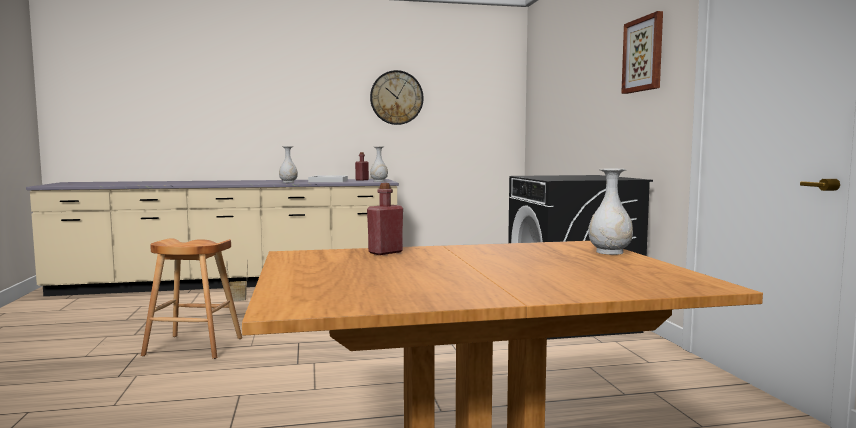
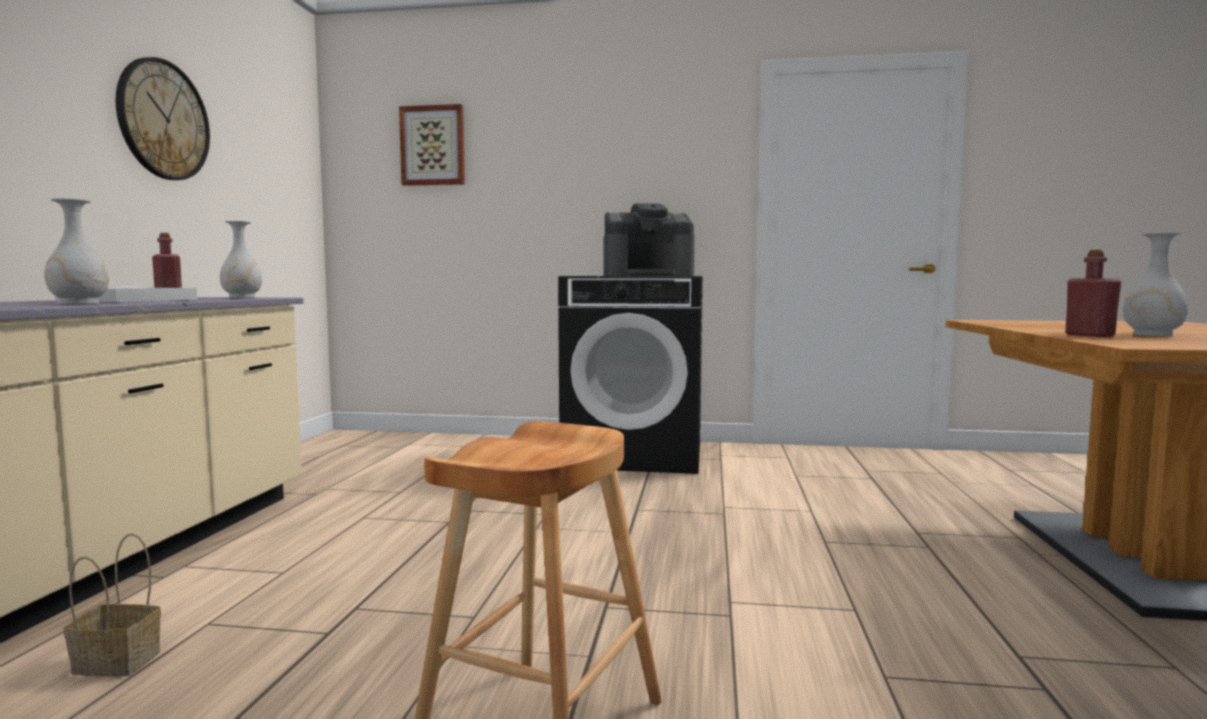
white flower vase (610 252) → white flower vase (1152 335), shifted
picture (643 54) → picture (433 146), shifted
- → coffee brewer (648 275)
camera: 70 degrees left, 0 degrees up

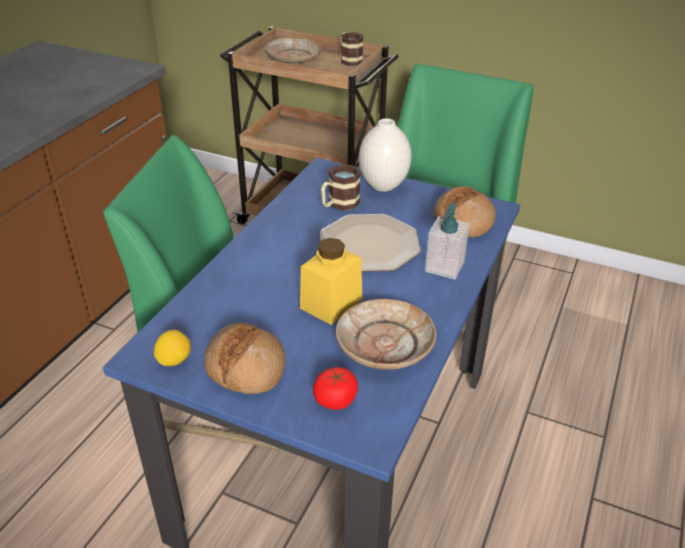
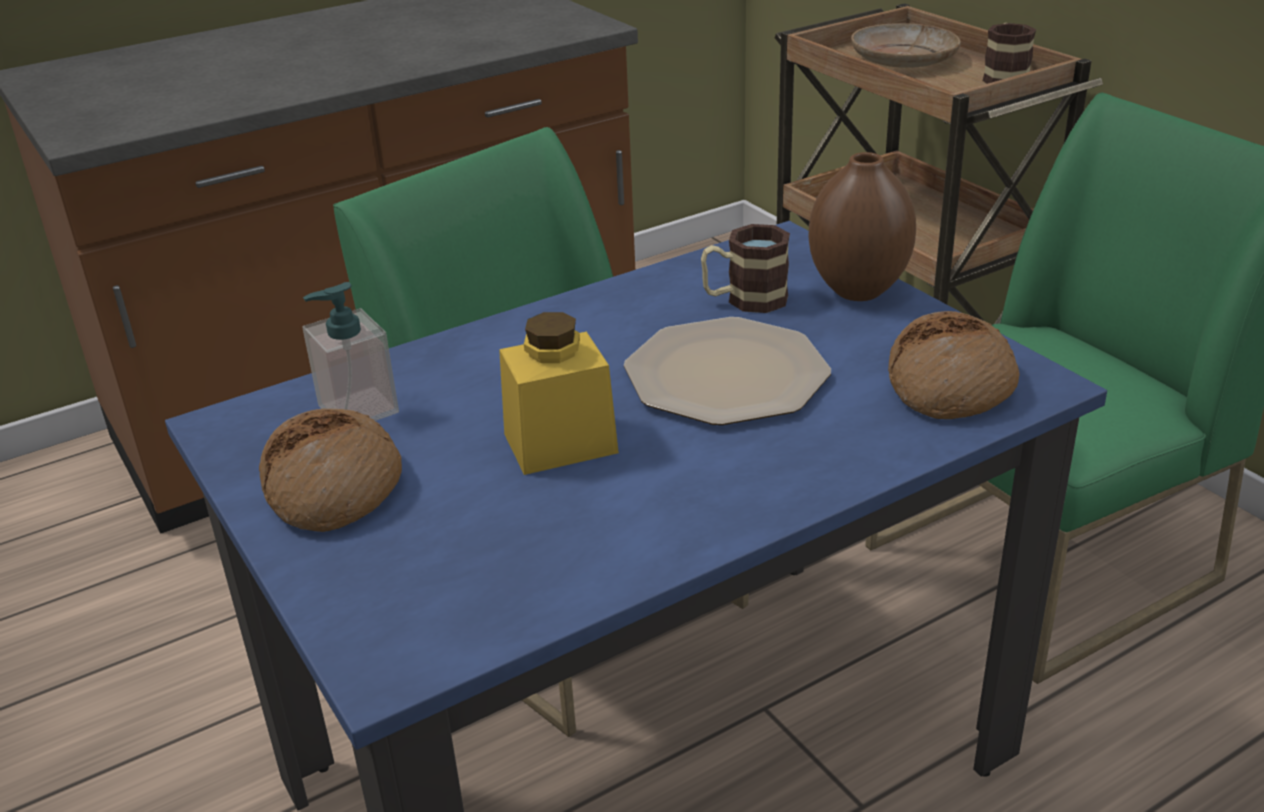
citrus fruit (174 360) → -
whole tomato (335 399) → -
beige-coloured flat dish (384 345) → -
white flower vase (382 186) → brown-coloured flower vase (856 291)
soap dispenser (444 267) → soap dispenser (358 409), shifted
camera: 35 degrees right, 5 degrees down

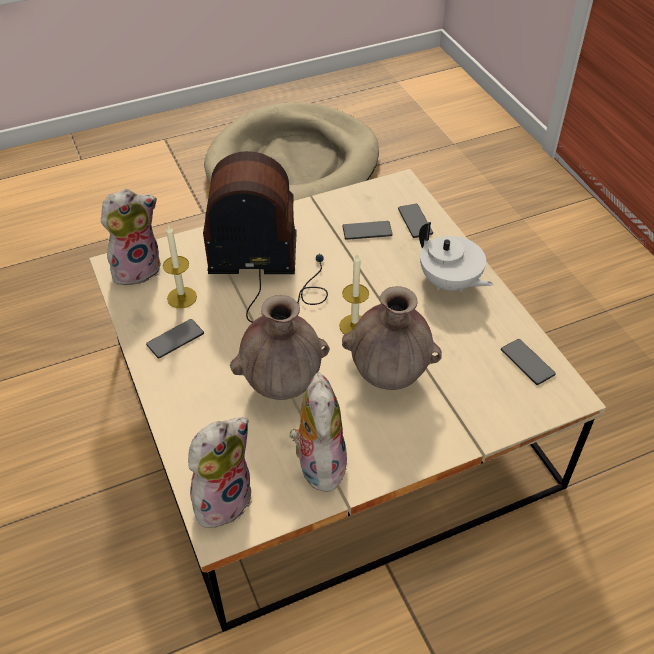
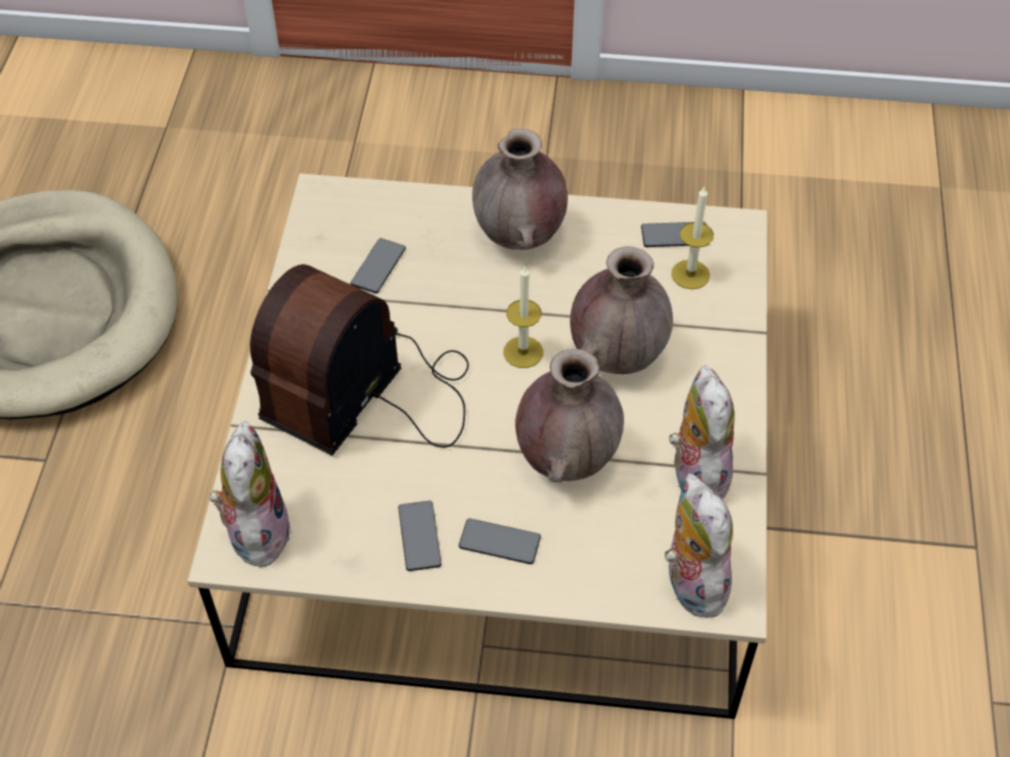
wax candle (182 297) → wax candle (690 274), shifted
cuddly toy (318 463) → cuddly toy (695 474), 60 degrees clockwise
phone (415 221) → phone (499 542), shifted
white teapot (449 283) → brown-coloured flower vase (520 237)
camera: 60 degrees left, 5 degrees up

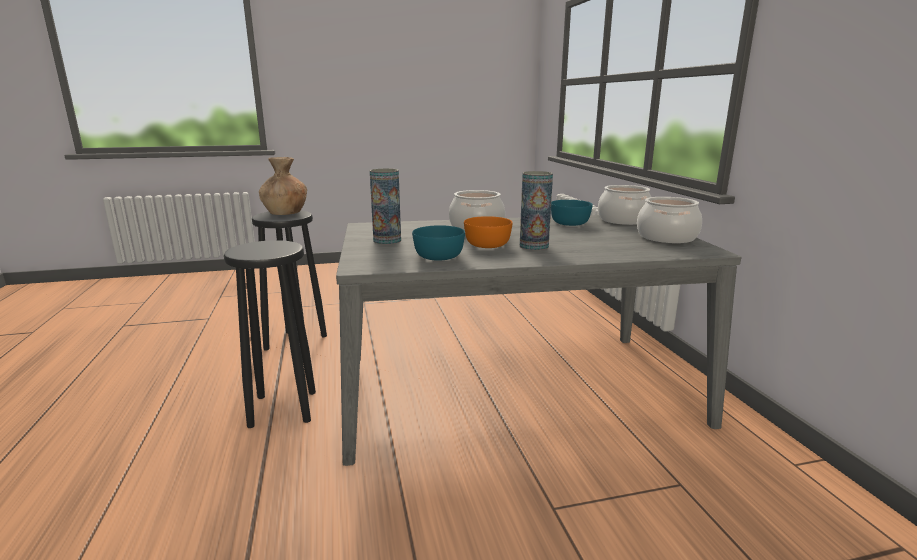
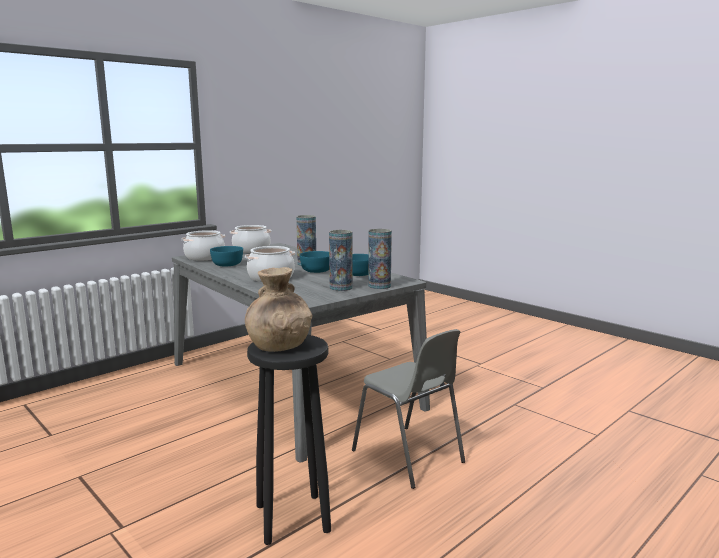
black stool (283 408) → gray plain chair (408 457)
orangey deep dish (487 244) → blue-green deep dish (316 270)
- → flower vase (379 286)
camera: 120 degrees left, 5 degrees down

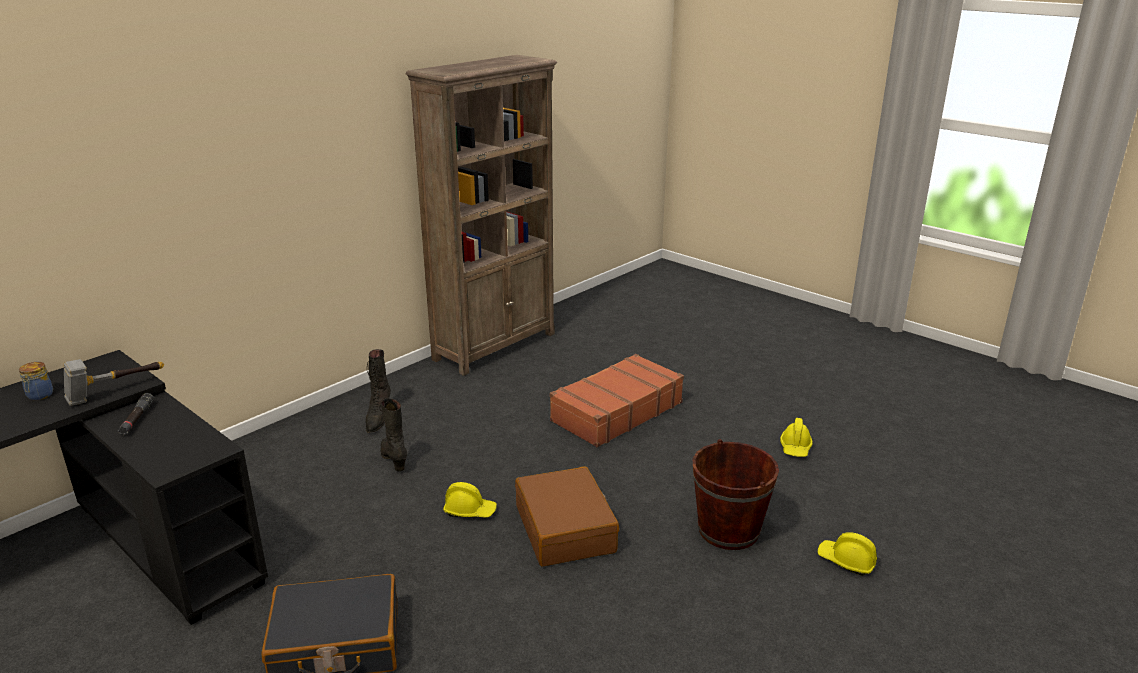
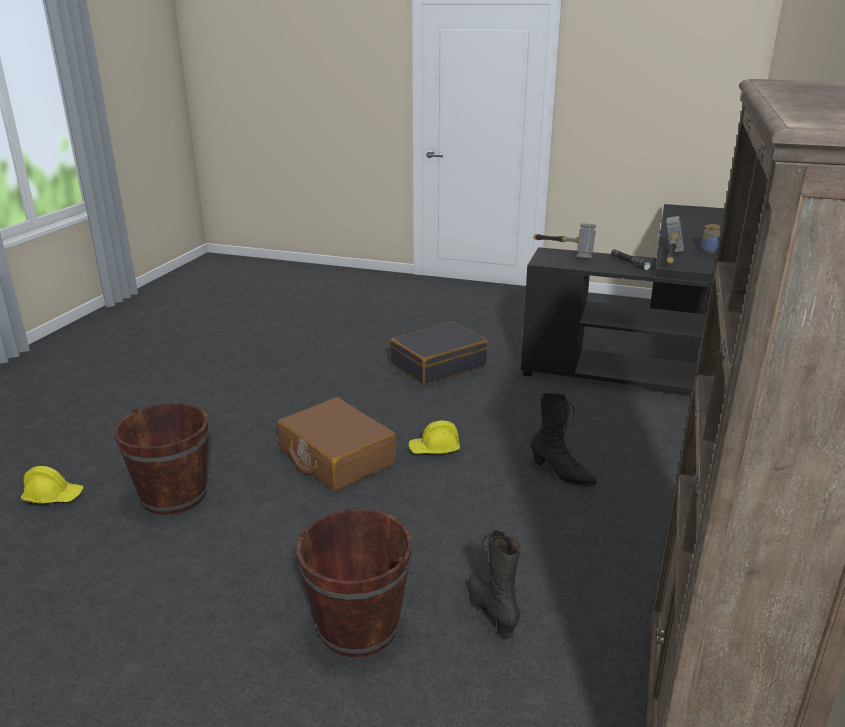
black boot (378 418) → black boot (491 612), shifted
brown-coloured piece of luggage (616 412) → brown-coloured bucket (358 626)
yellow work helmet (795 447) → -
- → hand hammer (563 253)
camera: 155 degrees right, 0 degrees up

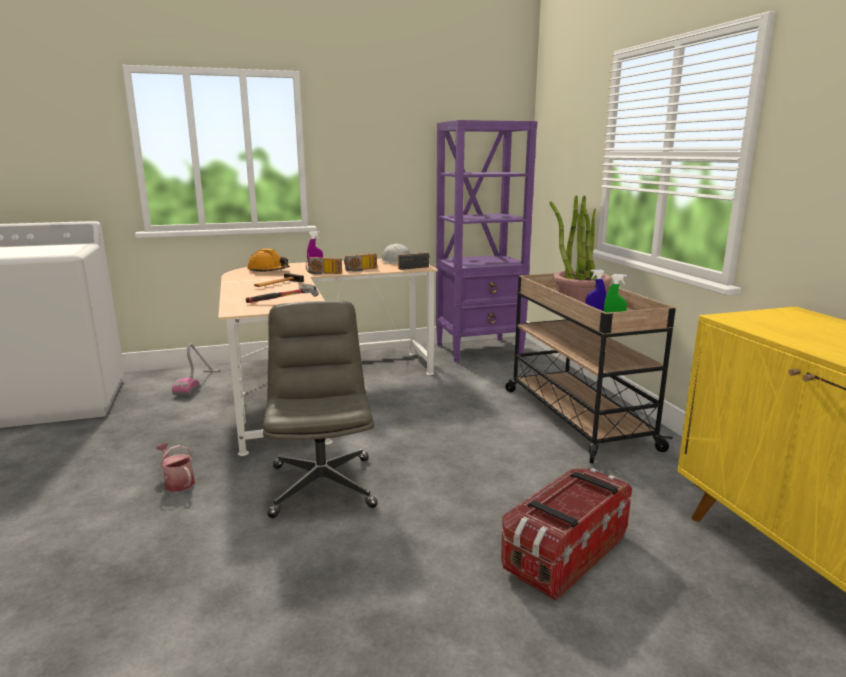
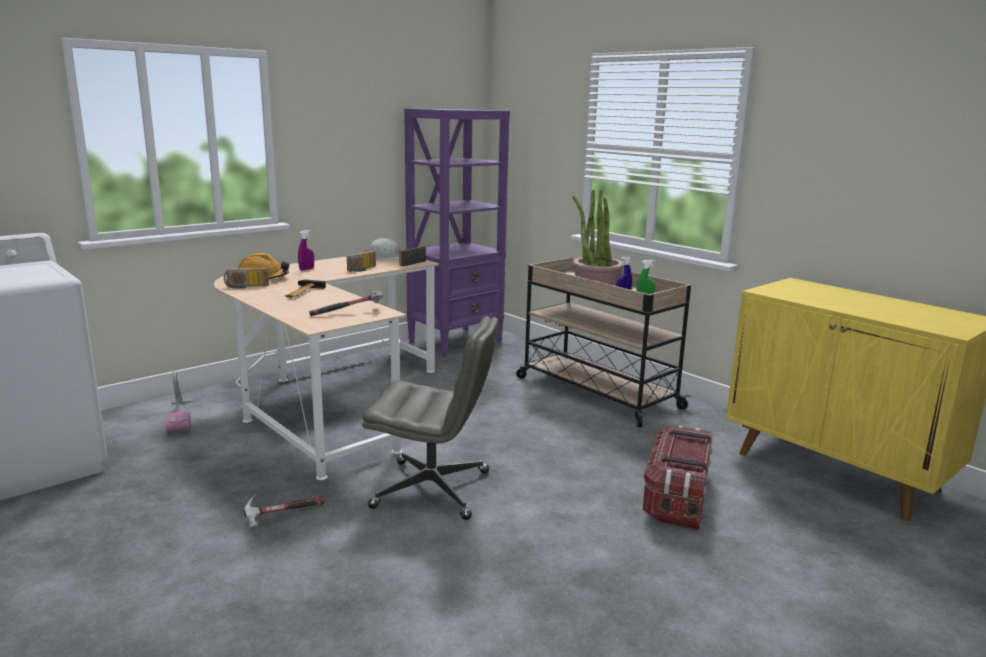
watering pot (177 482) → hand hammer (282 517)
gray office chair (322 485) → gray office chair (433 489), 135 degrees clockwise
radio (323 273) → radio (246 286), shifted
camera: 25 degrees left, 0 degrees up

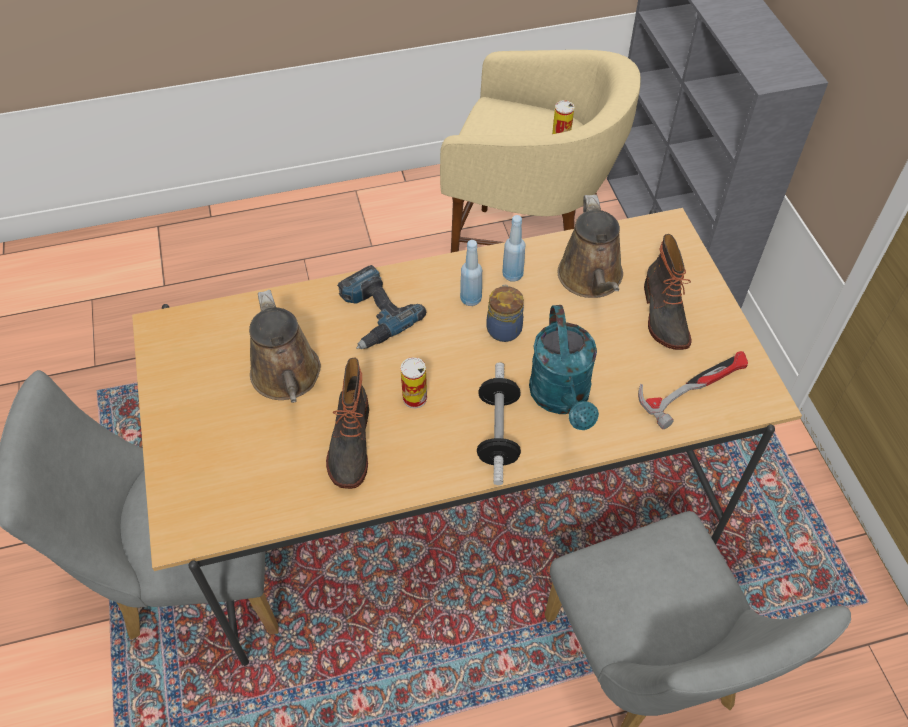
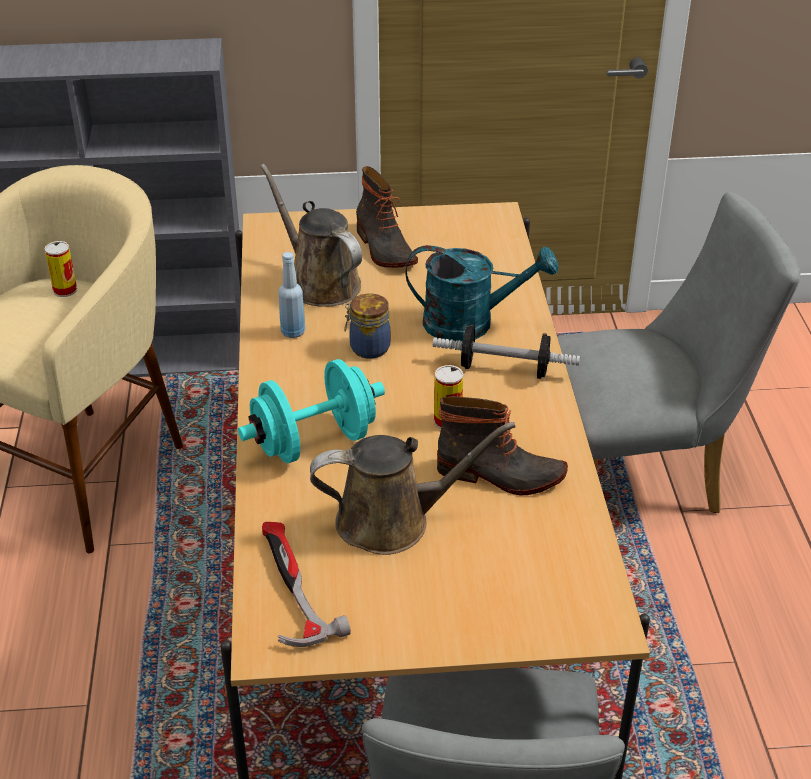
electric drill (373 314) → blue-green dumbbell (314 442)
blue bottle (471 299) → -
brown-coloured watering pot (591 279) → brown-coloured watering pot (320 282), 135 degrees counterclockwise
hand hammer (693 385) → hand hammer (291 587), shifted
boot (663 315) → boot (383 249), 60 degrees clockwise
camera: 80 degrees left, 15 degrees down

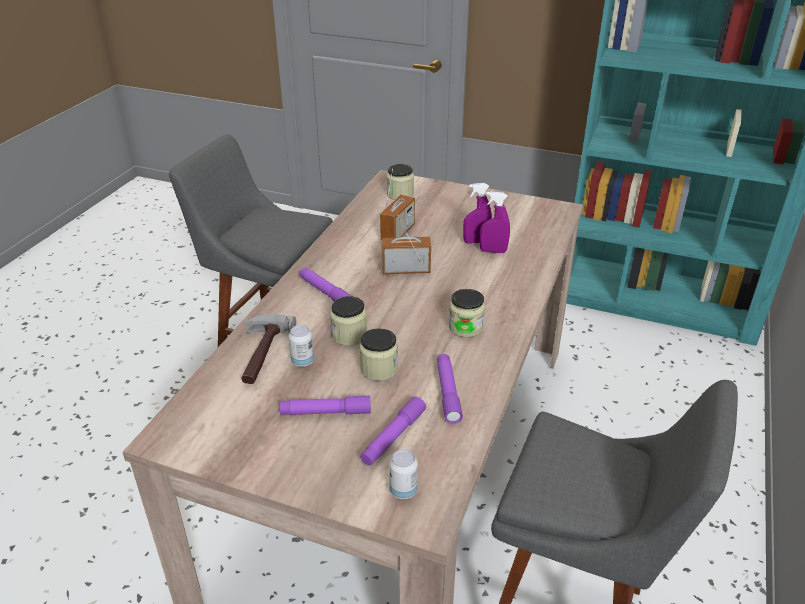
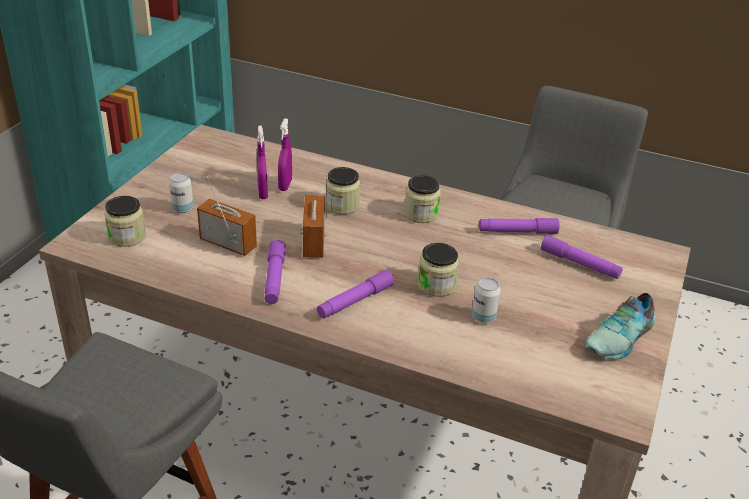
hand hammer (260 353) → -
purple hand torch (326 412) → purple hand torch (274 278), shifted
storage jar (379 369) → storage jar (342 205), shifted
can (403 490) → can (182 209), shifted
- → low shoe (621 338)
camera: 90 degrees left, 0 degrees up

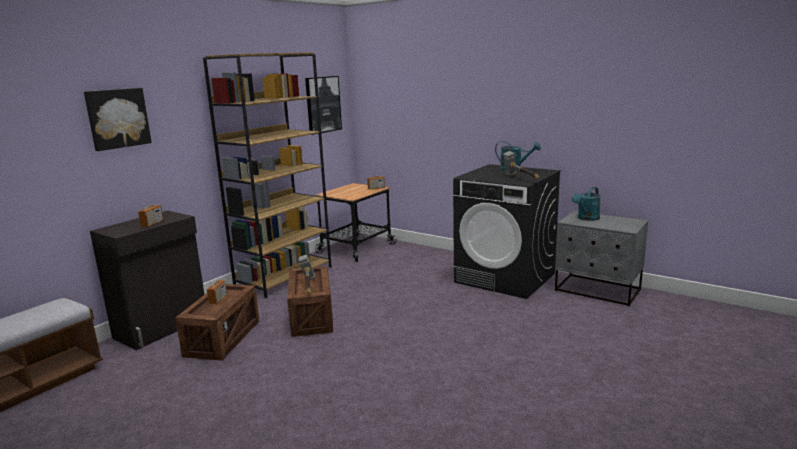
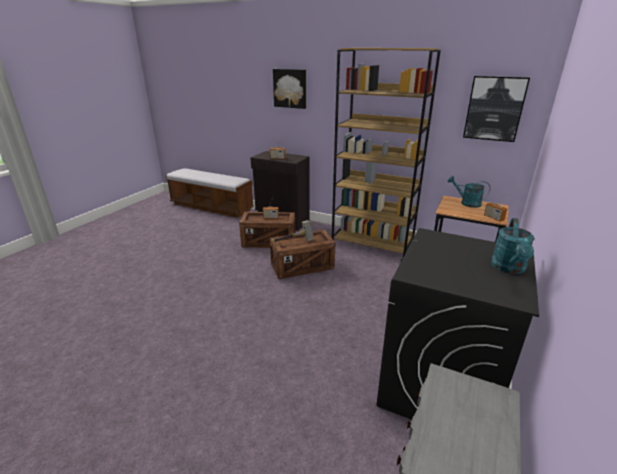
hand hammer (520 178) → -
blue-green watering pot (586 218) → blue-green watering pot (466 203), shifted
camera: 80 degrees right, 10 degrees up

